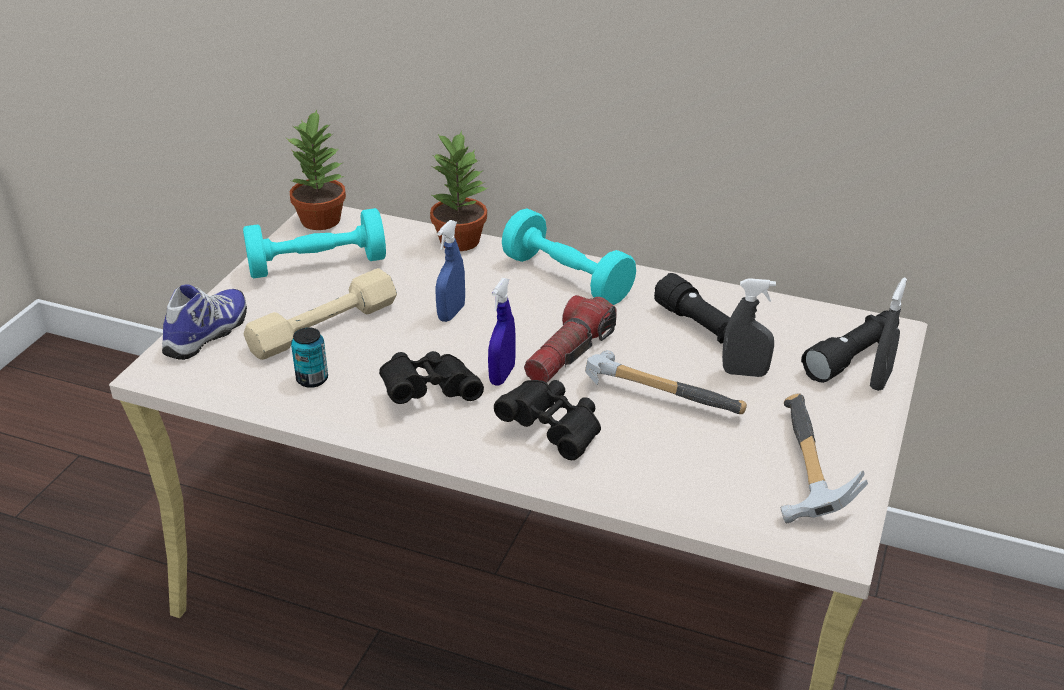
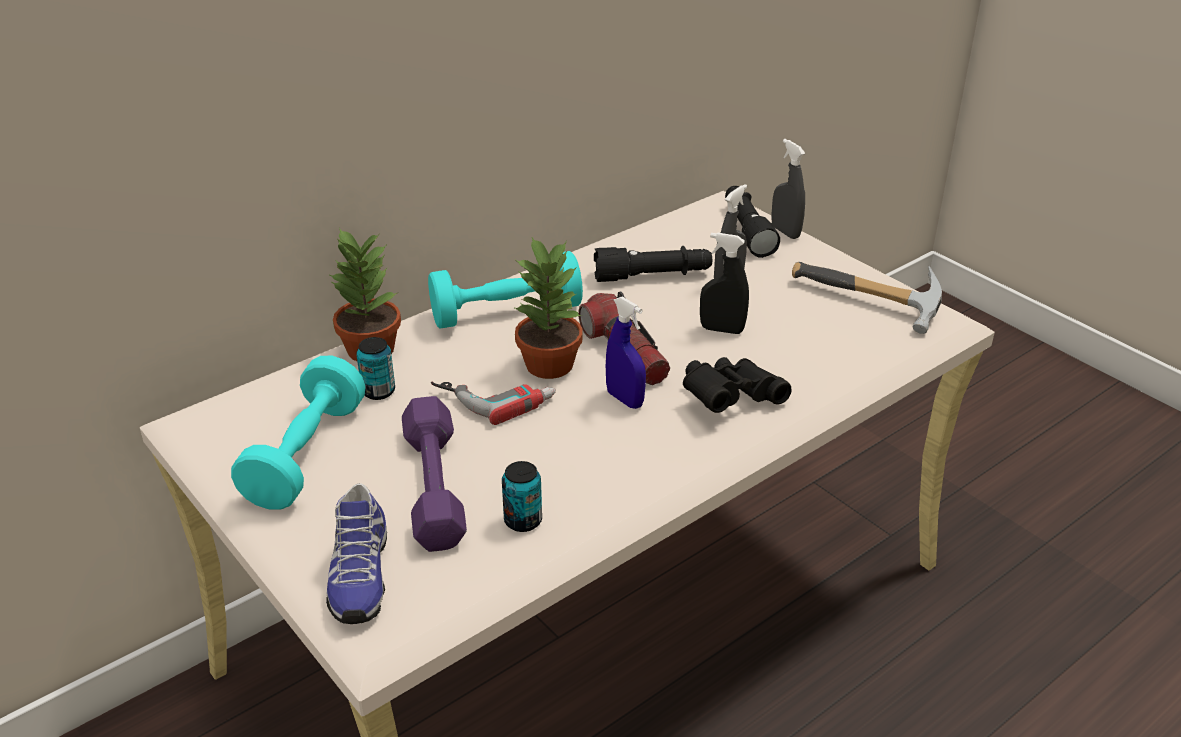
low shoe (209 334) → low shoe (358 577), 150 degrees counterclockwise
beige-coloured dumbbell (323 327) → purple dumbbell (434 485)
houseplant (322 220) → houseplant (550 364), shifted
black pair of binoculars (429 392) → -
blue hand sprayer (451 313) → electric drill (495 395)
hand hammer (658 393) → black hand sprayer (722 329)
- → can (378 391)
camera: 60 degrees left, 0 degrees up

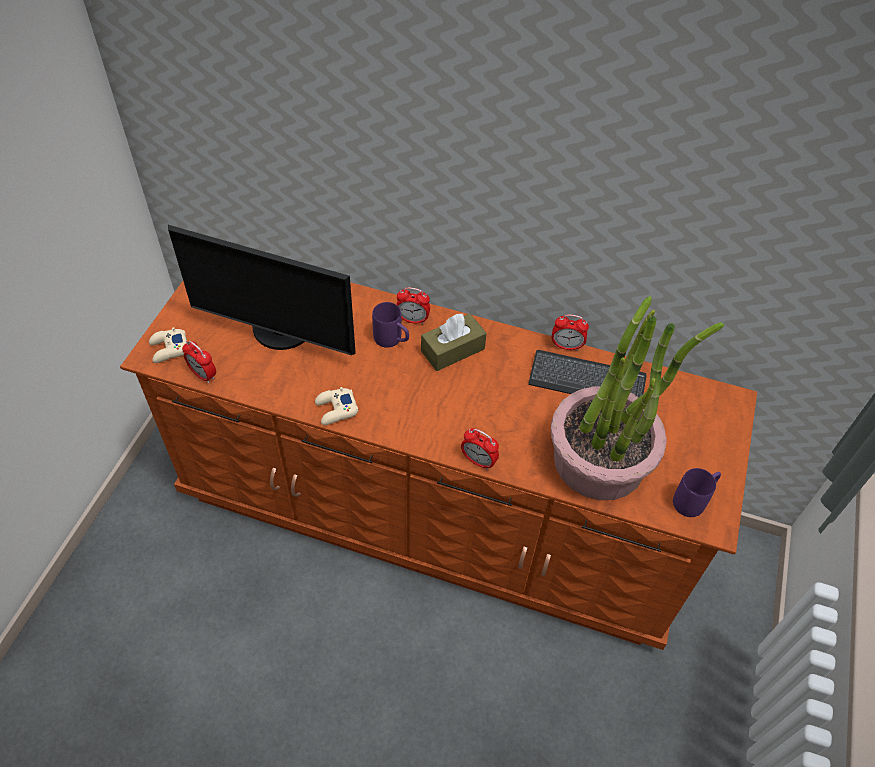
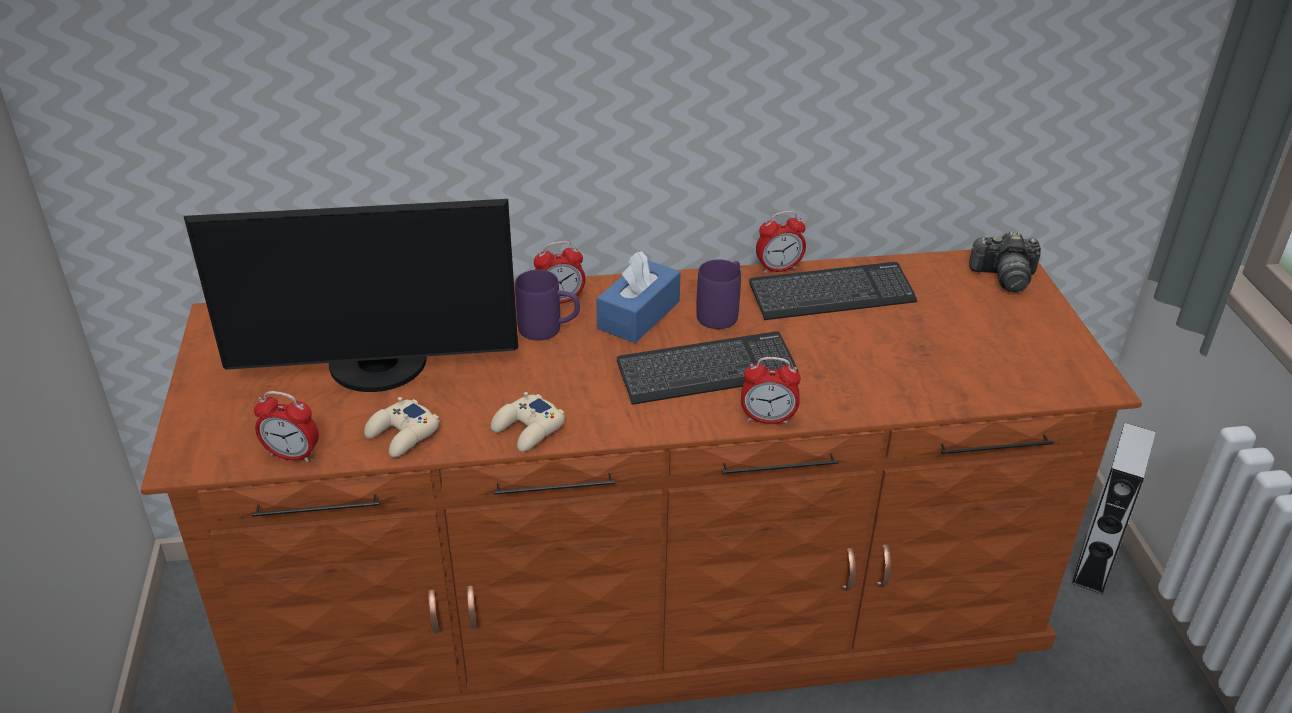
beige-coloured gamepad (169 349) → beige-coloured gamepad (402 434), shifted
brown-coloured box of tissues (452 350) → blue box of tissues (638 315)
houseplant (600 460) → -
purple coffee mug (694 500) → purple coffee mug (722 312), shifted
- → keyboard (707 371)
- → still camera (1004 277)
- → gray speaker (1094 563)
camera: 25 degrees left, 15 degrees down

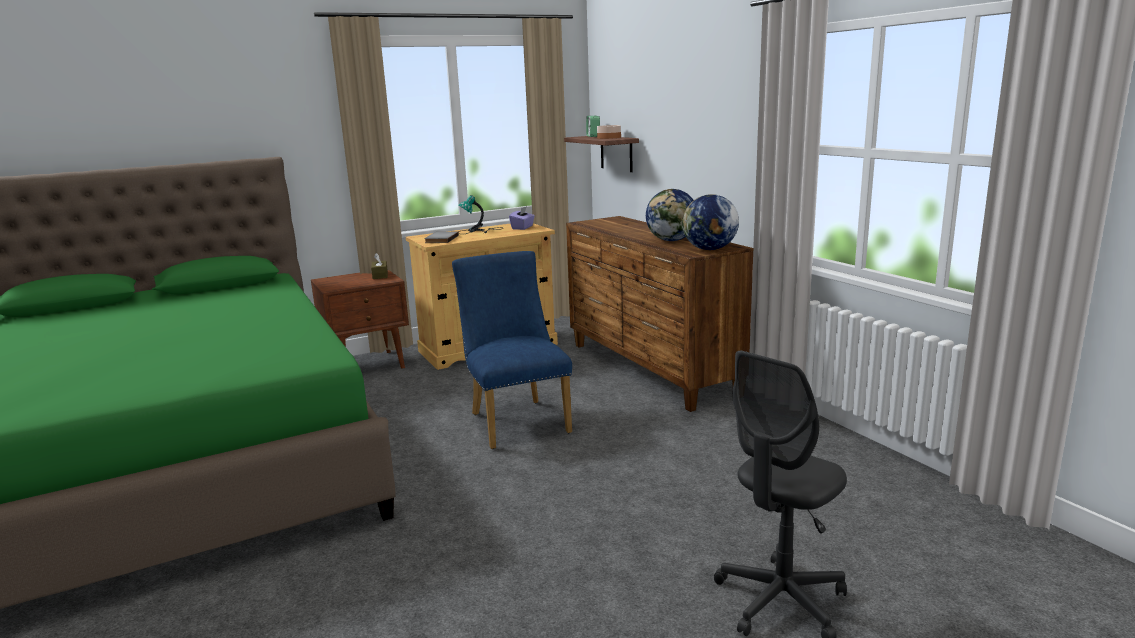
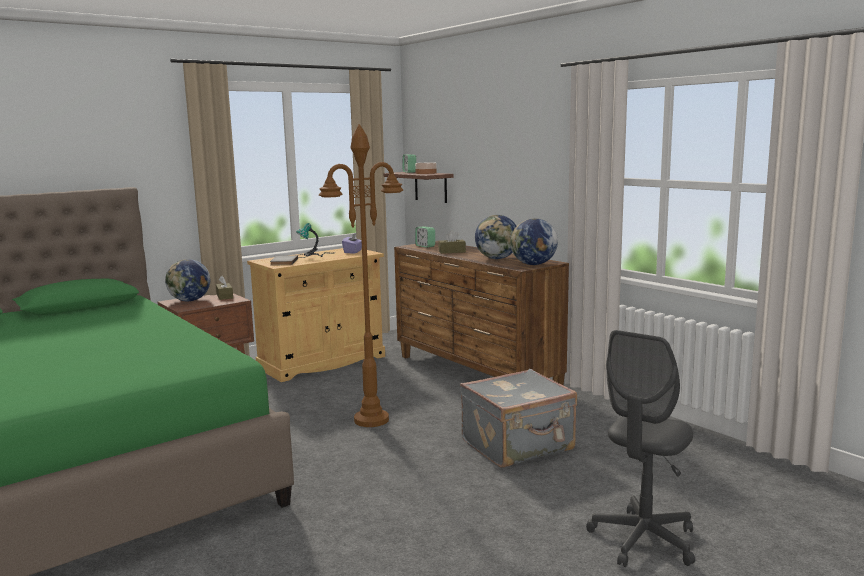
blue plain chair (516 420) → brown-coloured standing lamp (372 420)
- → globe (190 300)
- → table clock (425 246)
- → brown-coloured box of tissues (452 252)
- → gray piece of luggage (518 446)
camera: 10 degrees left, 5 degrees down

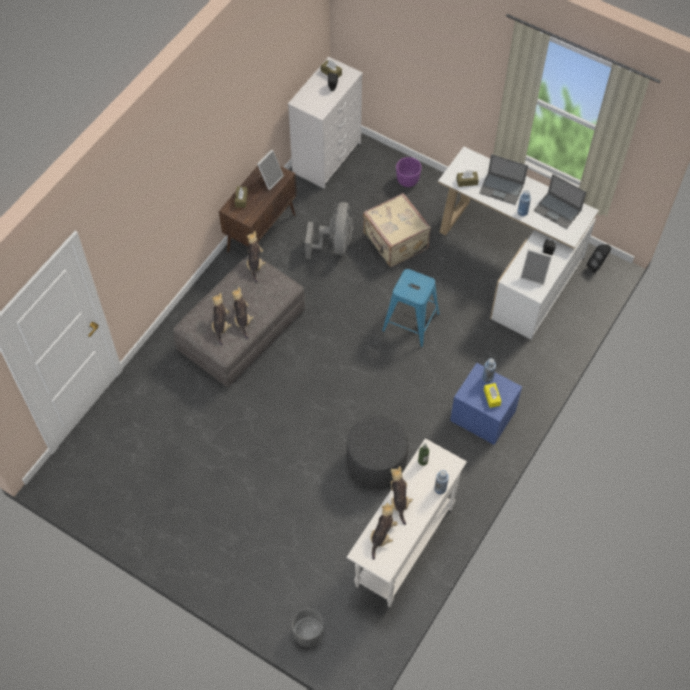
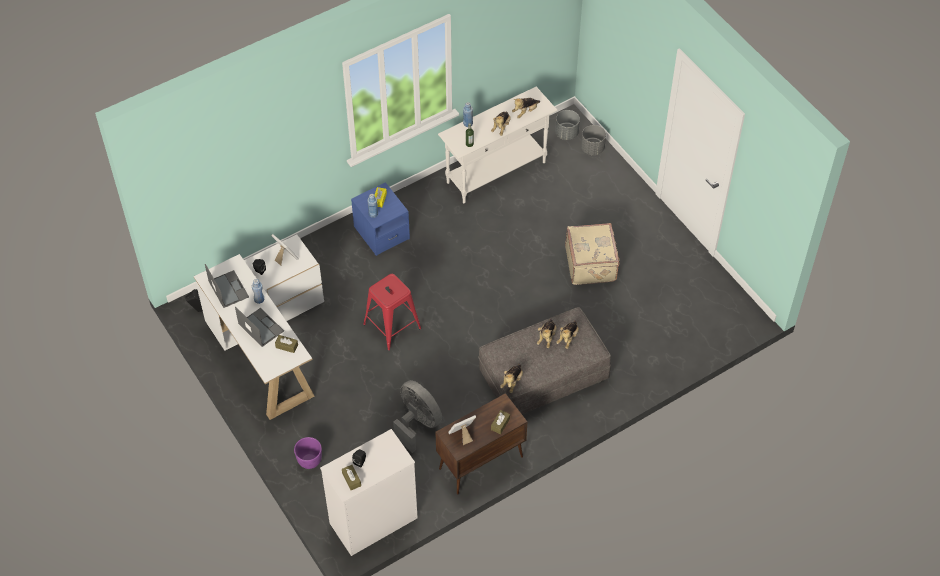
gray electric fan (334 244) → gray electric fan (417 423), 105 degrees clockwise
gray ottoman (376 463) → -
beige-coloured piece of luggage (395 242) → beige-coloured piece of luggage (591 264), shifted
blue stool (411 322) → red-coloured stool (391 326)
- → gray flower pot (566 133)
camera: 155 degrees left, 5 degrees down

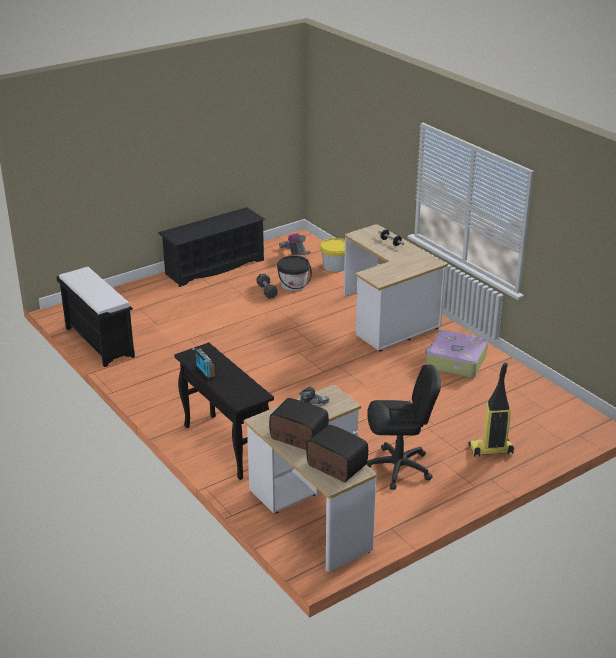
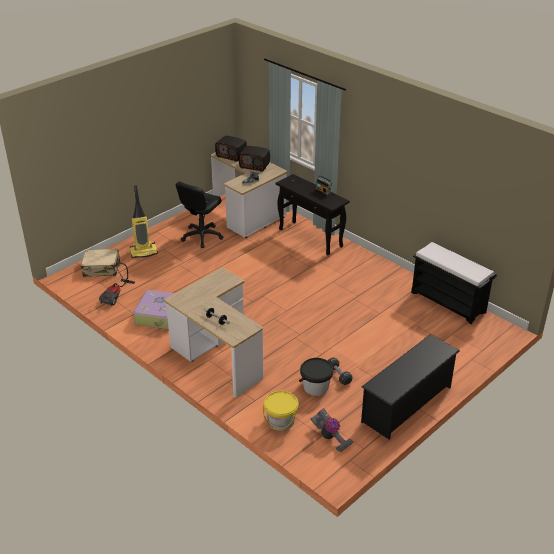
black office chair (398 468) → black office chair (202 236), 45 degrees counterclockwise
- → beige-coloured piece of luggage (101 268)
- → vacuum (116 296)
camera: 170 degrees right, 5 degrees up

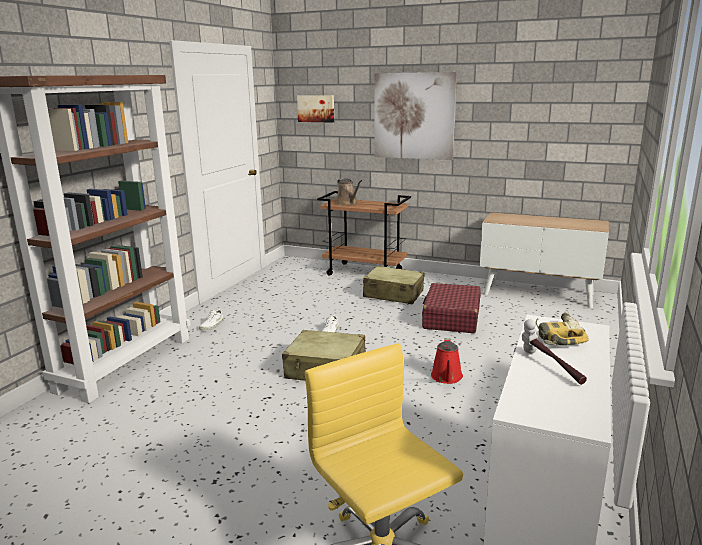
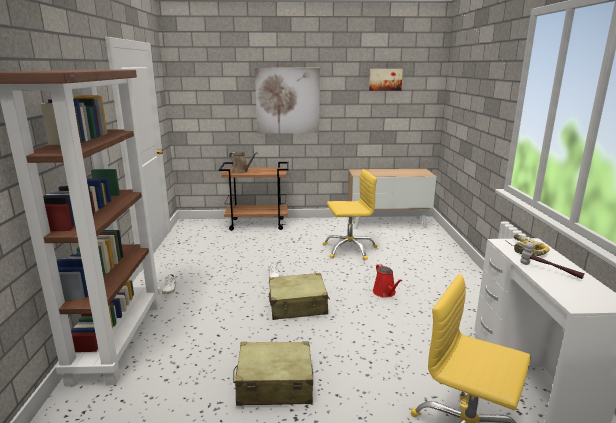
picture (316 108) → picture (385 79), shifted
beige-coloured piece of luggage (393 294) → beige-coloured piece of luggage (274 384), shifted
red-coloured piece of luggage (451 318) → yellow office chair (349 249)
camera: 25 degrees left, 0 degrees up

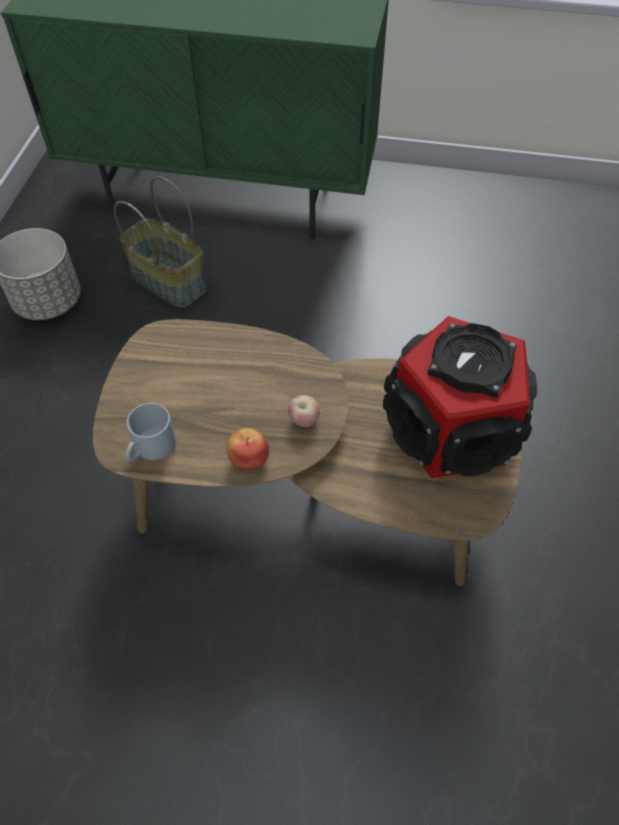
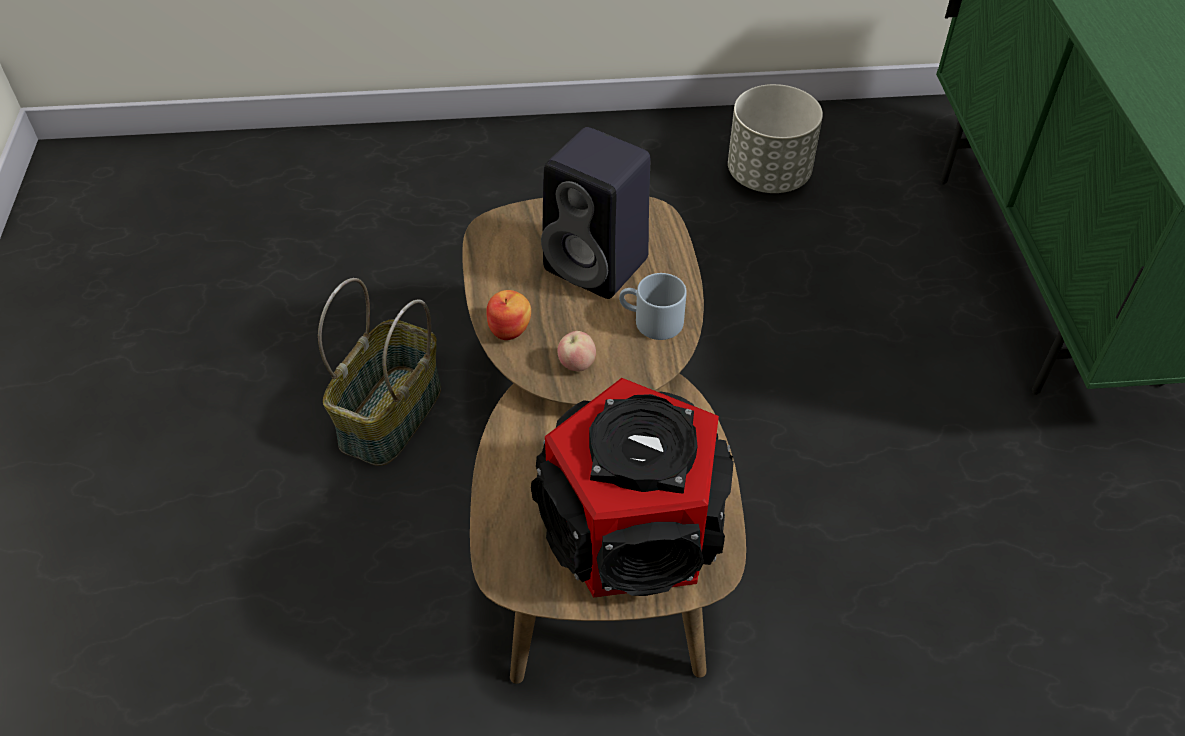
basket (170 280) → basket (392 417), shifted
gray coffee mug (151 448) → gray coffee mug (650 321), shifted
- → black speaker (599 265)
camera: 75 degrees right, 5 degrees down

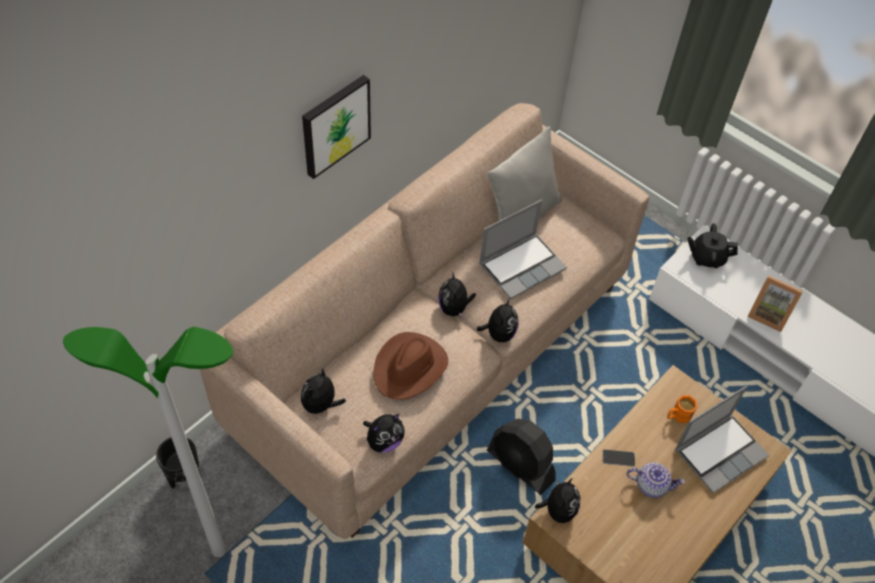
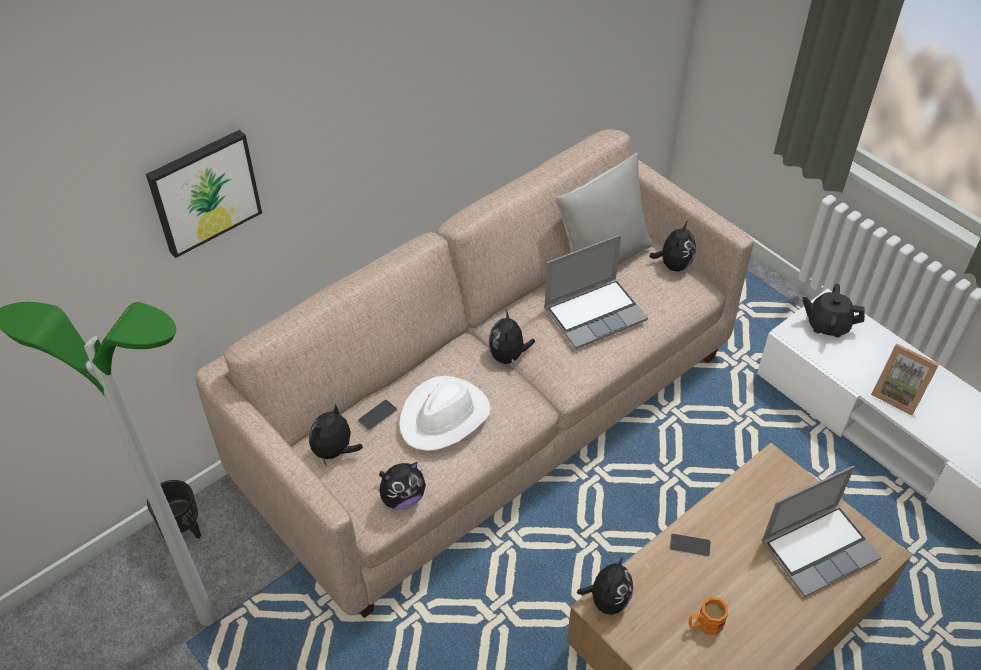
picture (335 125) → picture (204 191), shifted
brown-coloured wearable hat (410 368) → white wearable hat (444 416)
cuddly toy (499 334) → cuddly toy (673 265), shifted
black electric fan (520 466) → -
teapot (650 485) → -
orangey coffee mug (678 416) → orangey coffee mug (704 624), shifted
- → phone (377 415)
camera: 10 degrees right, 5 degrees down

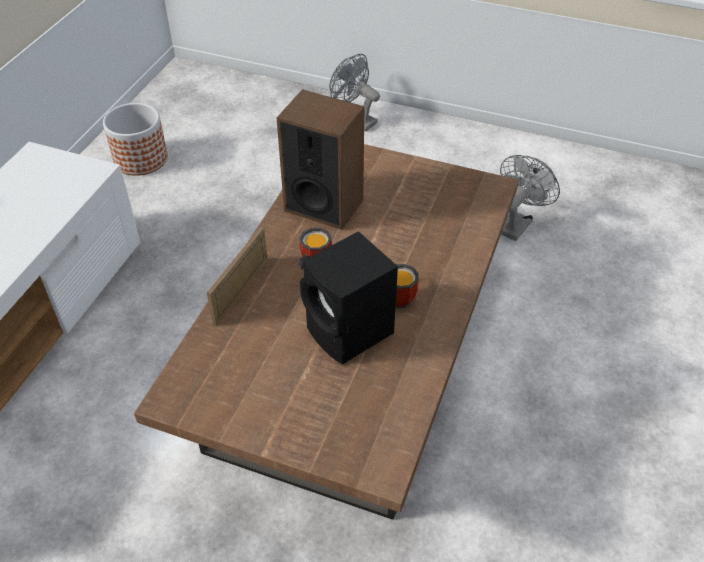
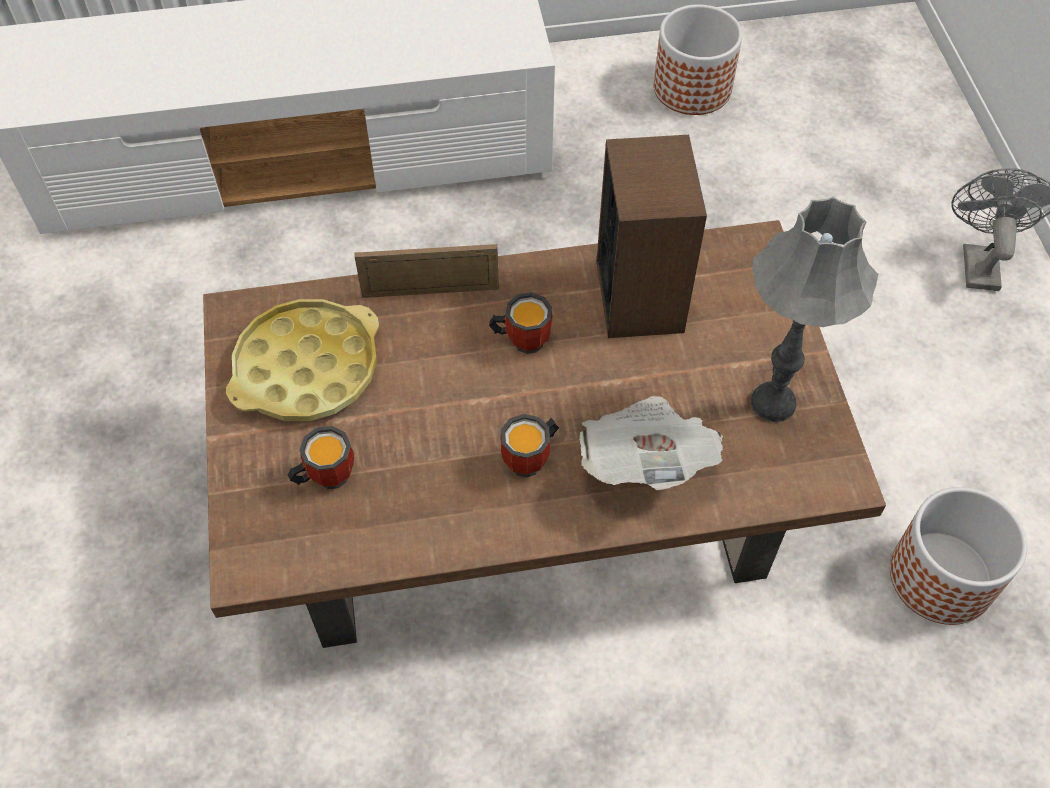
black speaker (351 333) → -
gray electric fan (517 223) → flower pot (940 576)
- → yellow carrying tray (307 368)
- → coffee mug (325 475)
- → newspaper (645 460)
- → gray tabletop lamp (773 403)
camera: 60 degrees right, 10 degrees up

